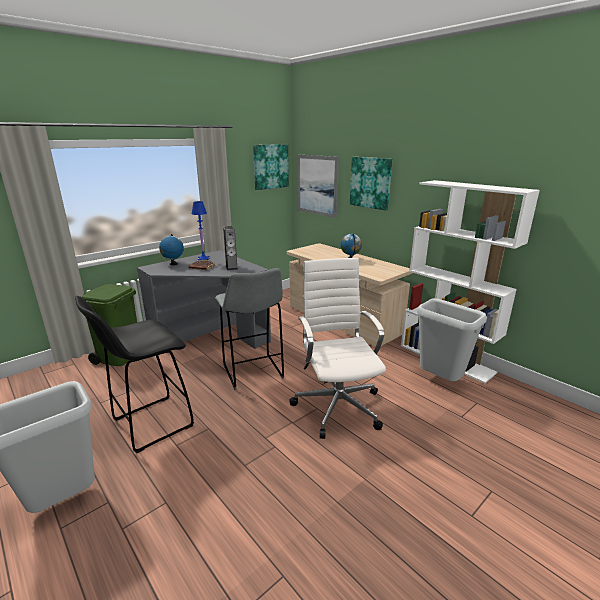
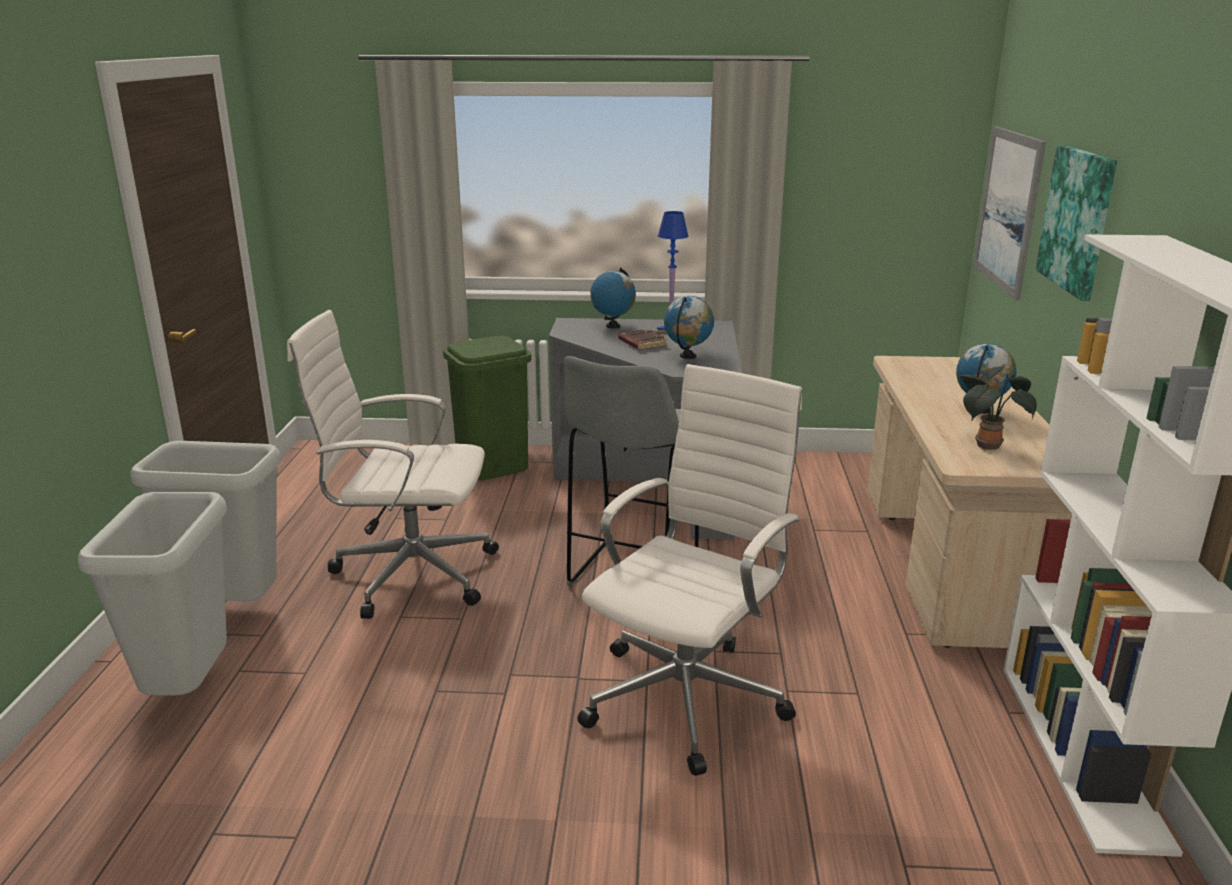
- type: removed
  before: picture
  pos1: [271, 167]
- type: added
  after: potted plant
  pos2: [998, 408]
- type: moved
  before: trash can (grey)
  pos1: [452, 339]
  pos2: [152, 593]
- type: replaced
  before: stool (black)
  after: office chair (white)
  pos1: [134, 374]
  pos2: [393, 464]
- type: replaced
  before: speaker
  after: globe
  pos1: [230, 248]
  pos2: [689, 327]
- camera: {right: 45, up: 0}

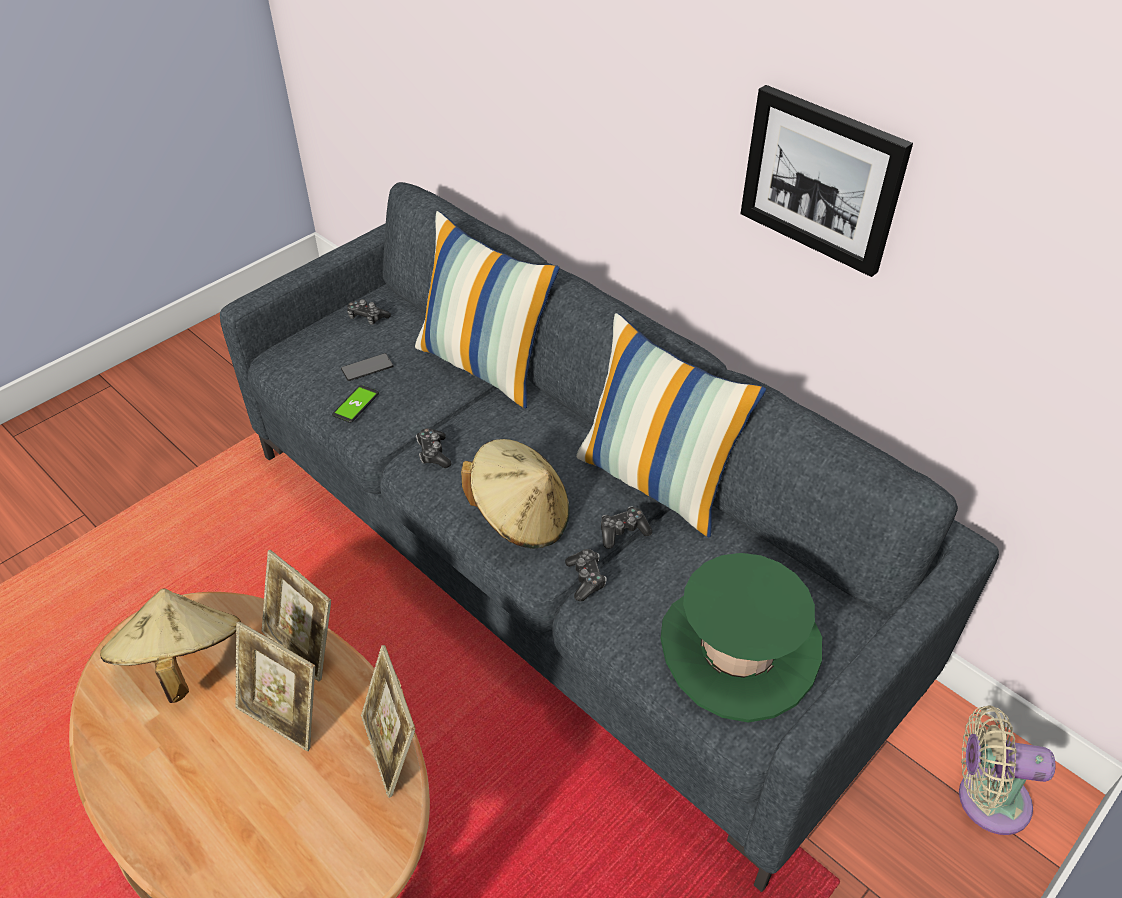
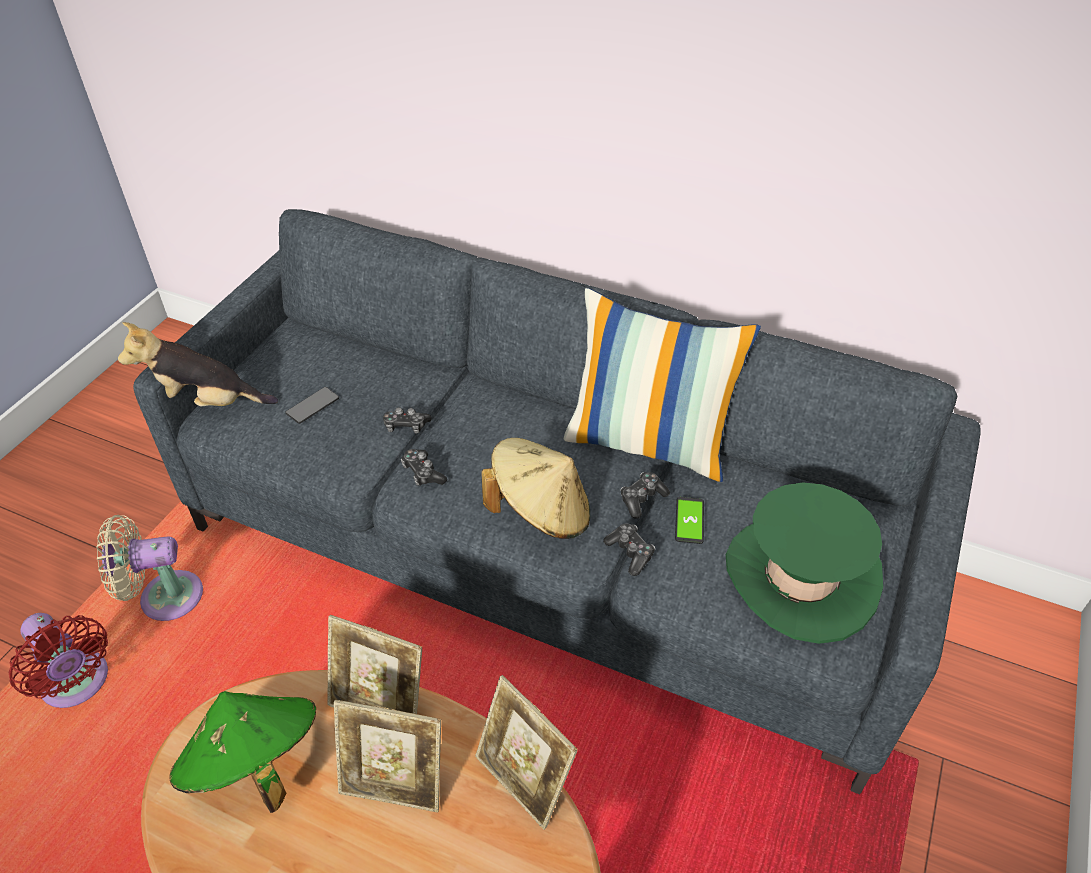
- type: removed
  before: pillow
  pos1: [487, 310]
- type: removed
  before: picture
  pos1: [826, 181]
- type: added
  after: fan (red)
  pos2: [58, 660]
- type: added
  after: plush toy
  pos2: [198, 364]
- type: moved
  before: phone
  pos1: [355, 404]
  pos2: [689, 520]
- type: moved
  before: game controller
  pos1: [369, 312]
  pos2: [407, 420]
- type: moved
  before: fan (beige)
  pos1: [1007, 770]
  pos2: [149, 568]
- type: recoloured
  before: hat (beige)
  after: hat (green)
  pos1: [170, 646]
  pos2: [242, 752]
- camera: {right: -20, up: 0}

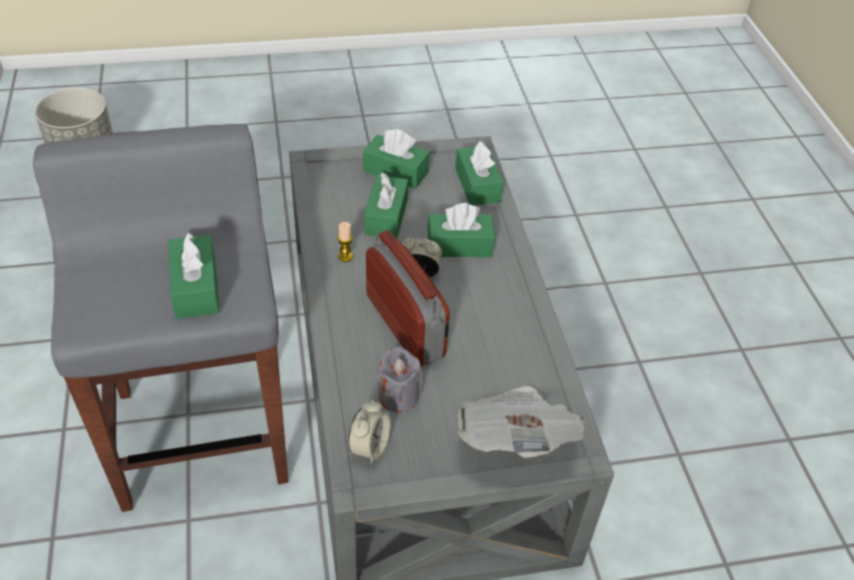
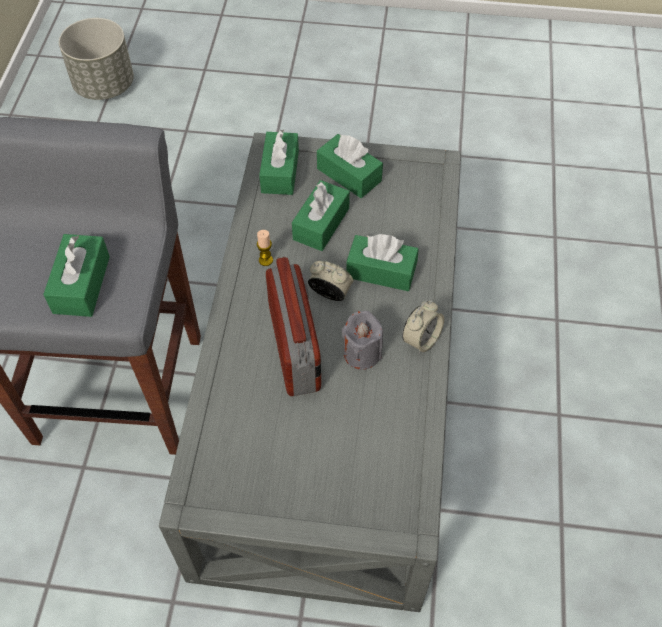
- type: removed
  before: newspaper
  pos1: [521, 422]
- type: moved
  before: alarm clock
  pos1: [369, 432]
  pos2: [423, 327]
- type: moved
  before: candle (grey)
  pos1: [399, 380]
  pos2: [362, 340]
- type: moved
  before: tissue box (green)
  pos1: [479, 173]
  pos2: [279, 162]
- camera: {right: 20, up: 10}

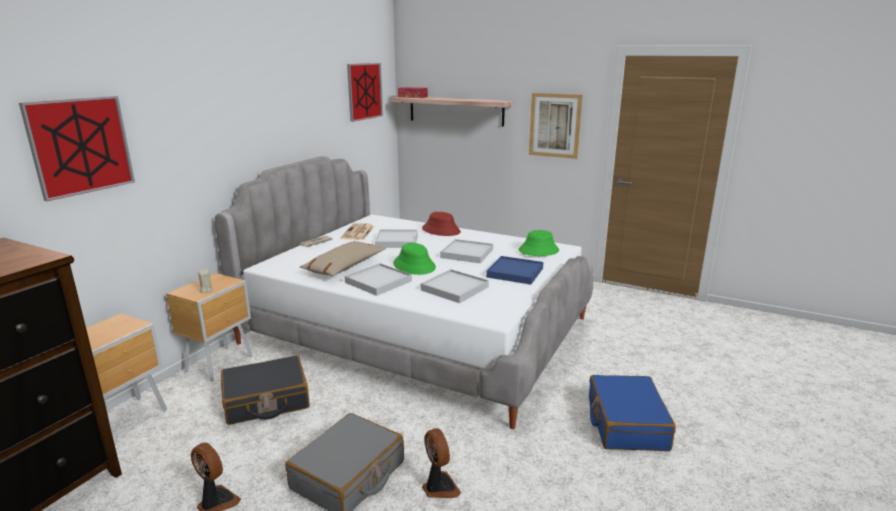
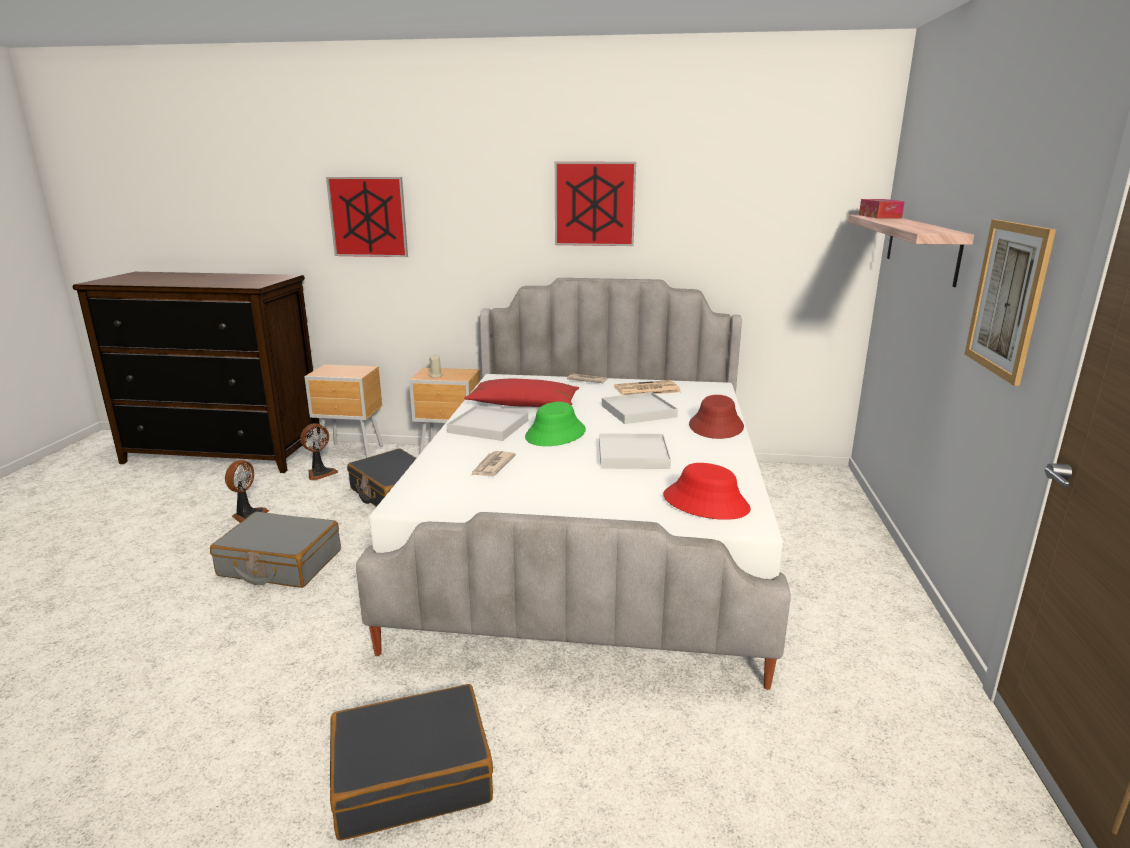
- type: removed
  before: tray (blue)
  pos1: [514, 270]
- type: moved
  before: picture
  pos1: [365, 92]
  pos2: [595, 204]
- type: moved
  before: fan
  pos1: [441, 463]
  pos2: [319, 452]
- type: replaced
  before: tray (white)
  after: newspaper
  pos1: [455, 286]
  pos2: [493, 463]
- type: recoloured
  before: pillow (beige)
  after: pillow (red)
  pos1: [343, 258]
  pos2: [521, 393]
- type: recoloured
  before: hat (green)
  after: hat (red)
  pos1: [538, 243]
  pos2: [707, 491]
- type: recoloured
  before: suitcase (blue)
  after: suitcase (black)
  pos1: [632, 413]
  pos2: [411, 762]
- camera: {right: 70, up: 0}

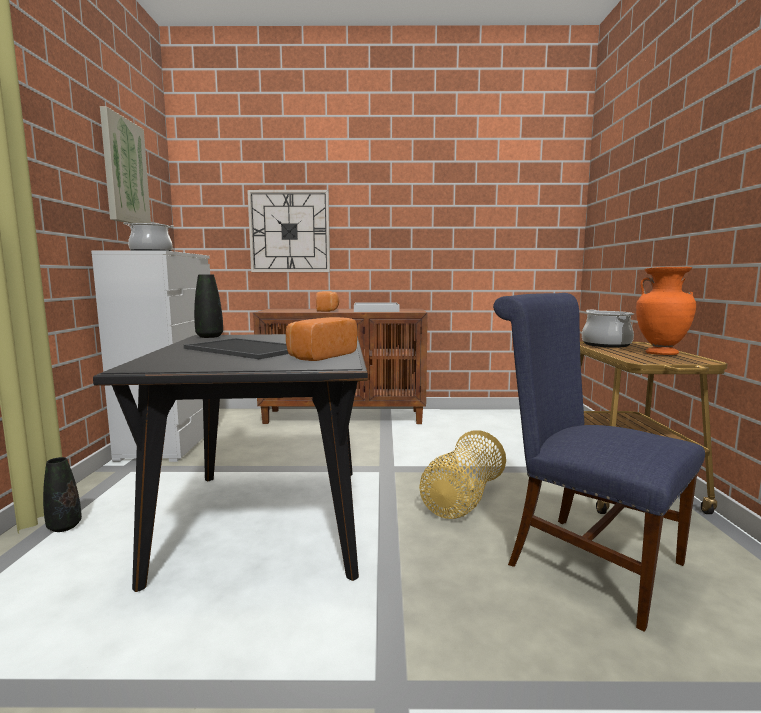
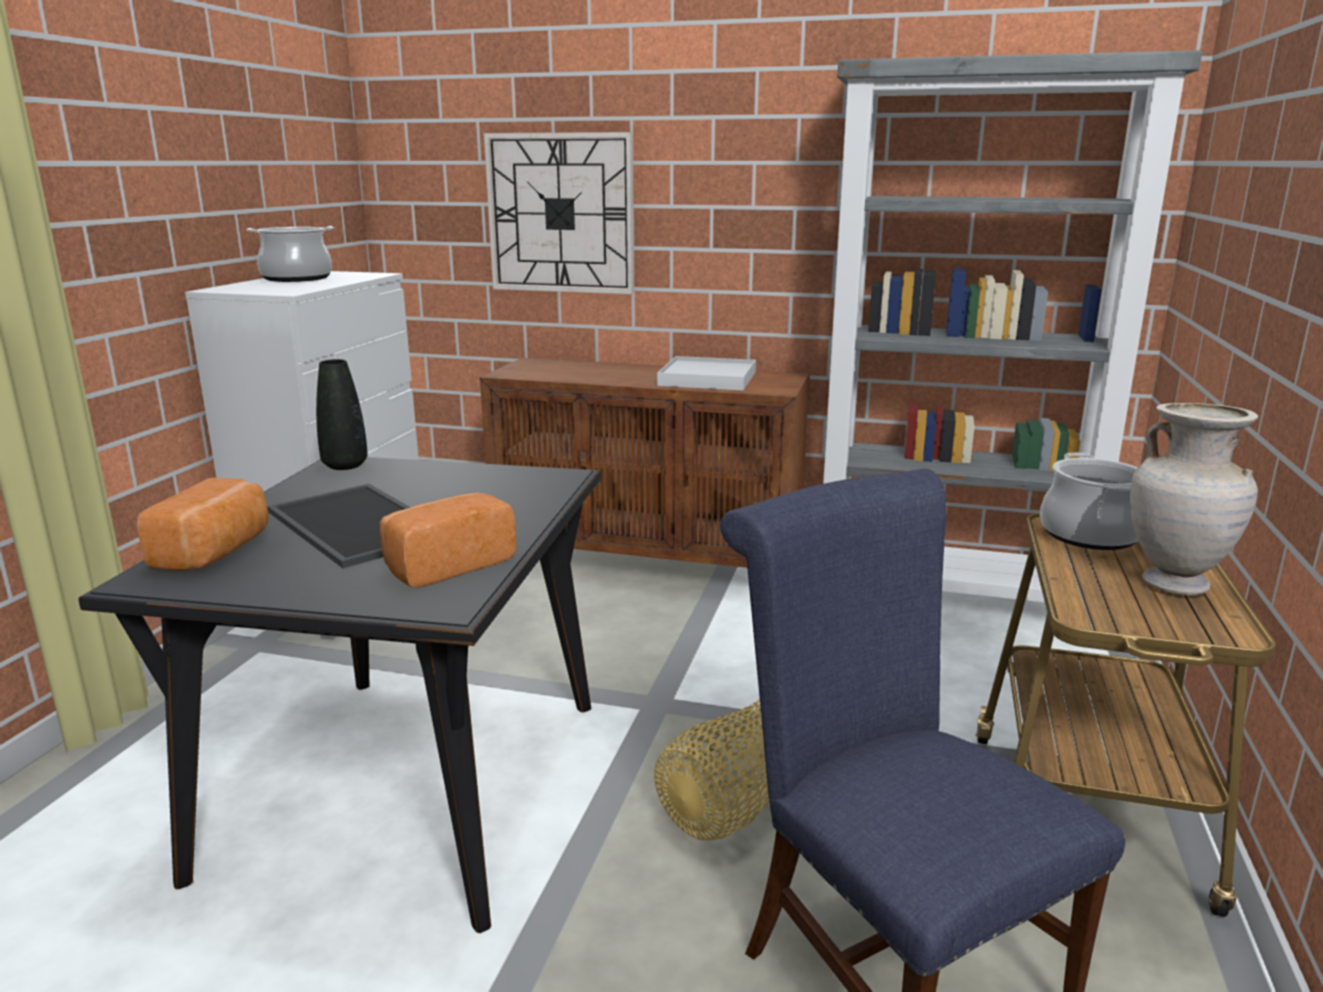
- type: removed
  before: vase (black)
  pos1: [62, 494]
- type: removed
  before: picture
  pos1: [125, 164]
- type: added
  after: bookcase (grey)
  pos2: [1013, 336]
- type: moved
  before: bread
  pos1: [327, 301]
  pos2: [202, 524]
- type: recoloured
  before: vase (orange)
  after: vase (beige)
  pos1: [666, 311]
  pos2: [1194, 499]
- camera: {right: 15, up: 10}

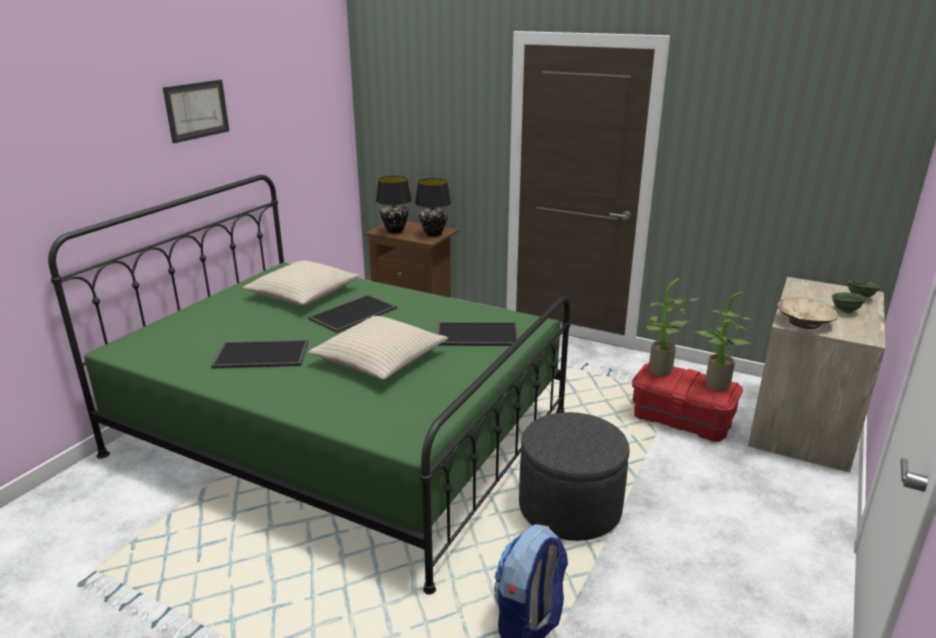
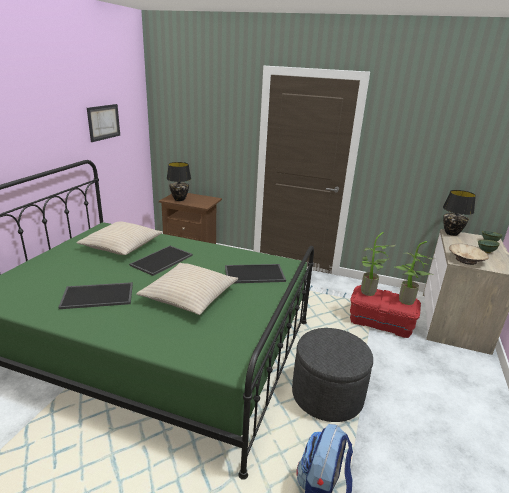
- type: moved
  before: picture
  pos1: [196, 111]
  pos2: [103, 123]
- type: moved
  before: table lamp (black)
  pos1: [433, 207]
  pos2: [459, 213]
- camera: {right: -10, up: 0}

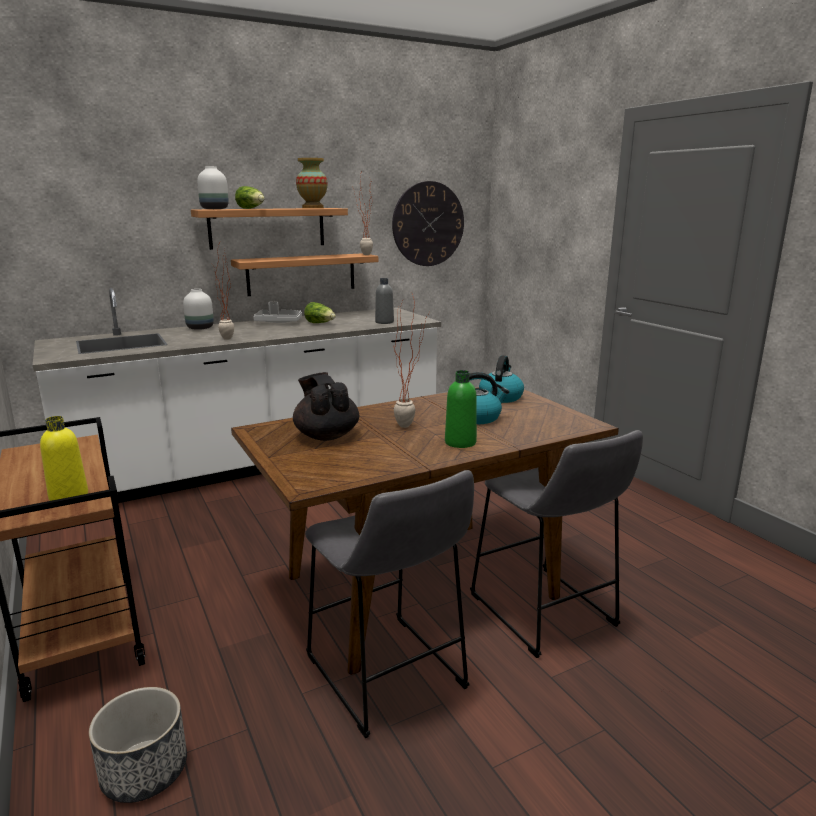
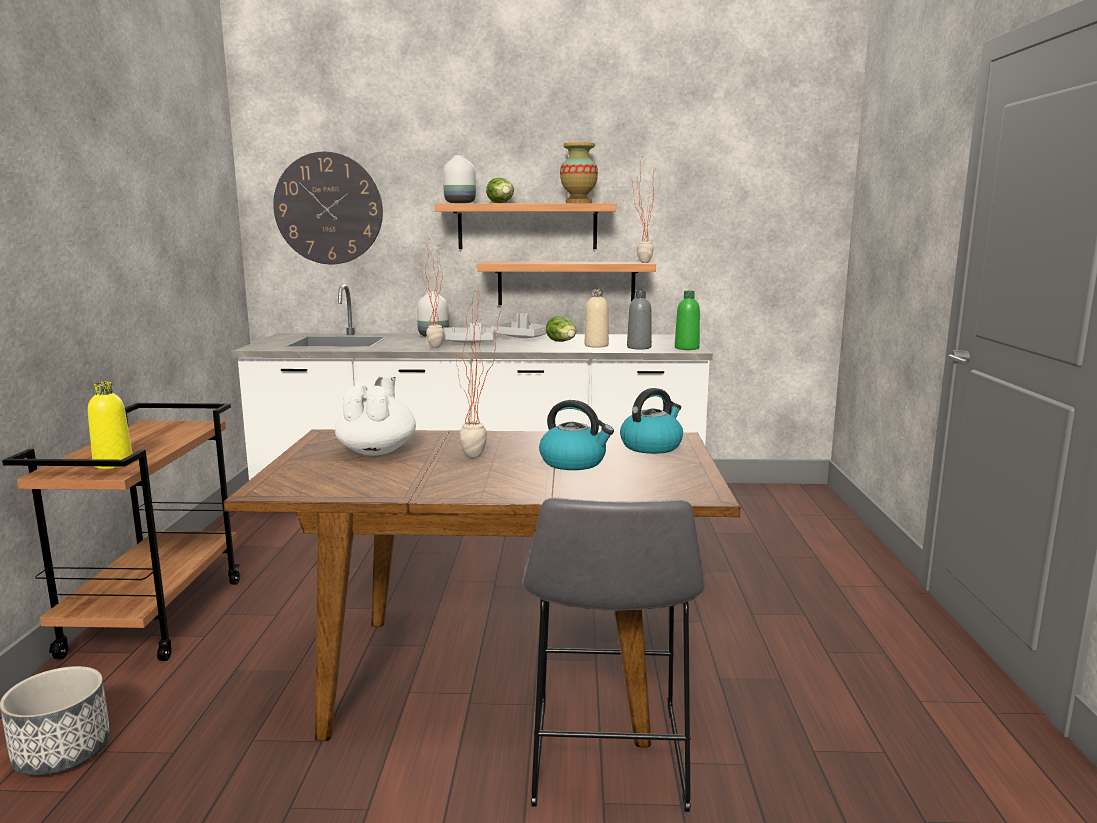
- type: removed
  before: stool (grey)
  pos1: [389, 604]
- type: added
  after: tray (grey)
  pos2: [469, 333]
- type: added
  after: bottle (beige)
  pos2: [597, 318]
- type: moved
  before: wall clock
  pos1: [428, 223]
  pos2: [328, 208]
- type: moved
  before: bottle (green)
  pos1: [461, 409]
  pos2: [687, 320]
- type: recoloured
  before: teapot (black)
  after: teapot (white)
  pos1: [326, 406]
  pos2: [375, 416]
- camera: {right: 30, up: -5}

